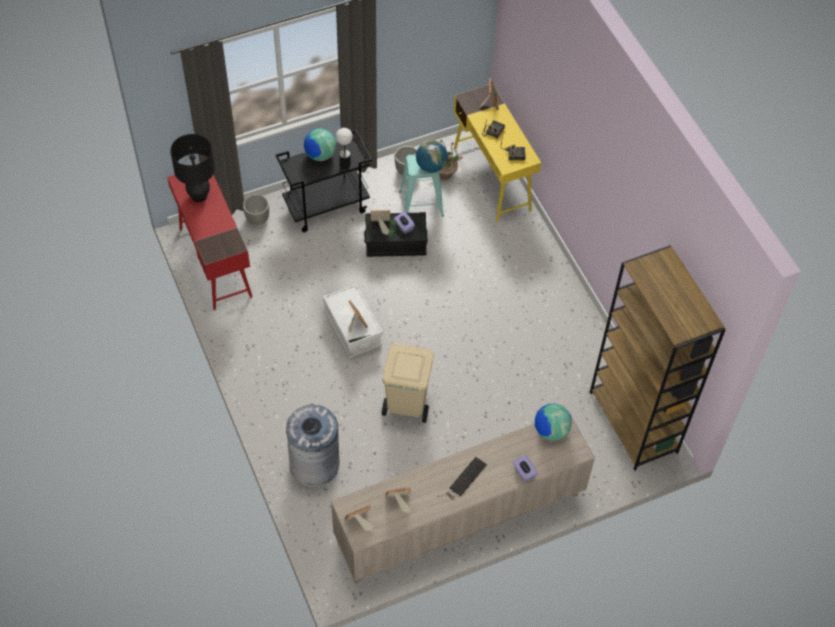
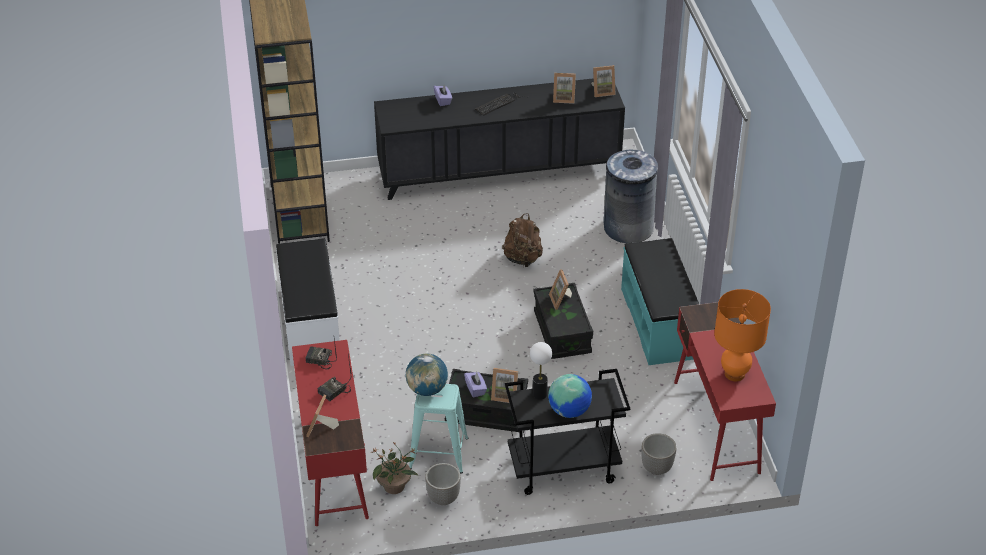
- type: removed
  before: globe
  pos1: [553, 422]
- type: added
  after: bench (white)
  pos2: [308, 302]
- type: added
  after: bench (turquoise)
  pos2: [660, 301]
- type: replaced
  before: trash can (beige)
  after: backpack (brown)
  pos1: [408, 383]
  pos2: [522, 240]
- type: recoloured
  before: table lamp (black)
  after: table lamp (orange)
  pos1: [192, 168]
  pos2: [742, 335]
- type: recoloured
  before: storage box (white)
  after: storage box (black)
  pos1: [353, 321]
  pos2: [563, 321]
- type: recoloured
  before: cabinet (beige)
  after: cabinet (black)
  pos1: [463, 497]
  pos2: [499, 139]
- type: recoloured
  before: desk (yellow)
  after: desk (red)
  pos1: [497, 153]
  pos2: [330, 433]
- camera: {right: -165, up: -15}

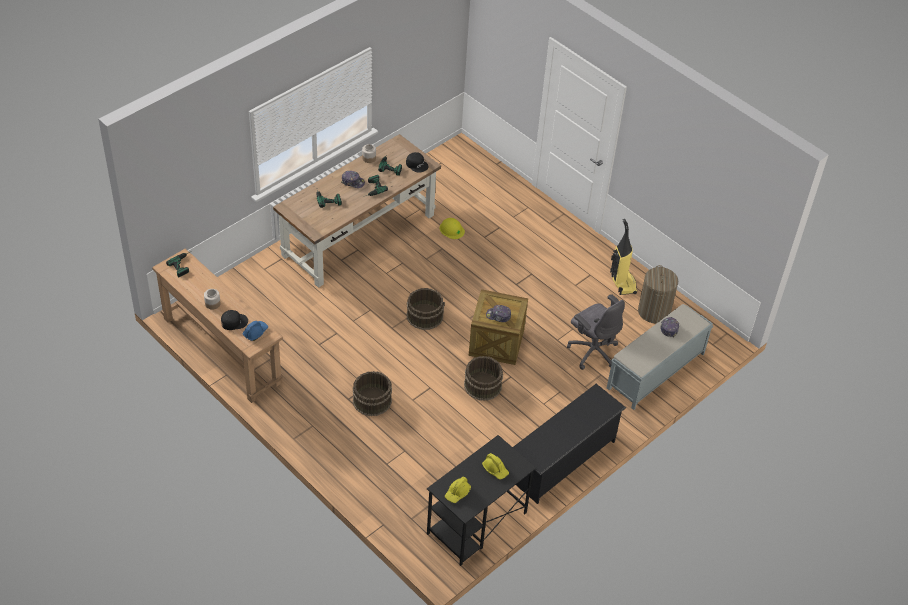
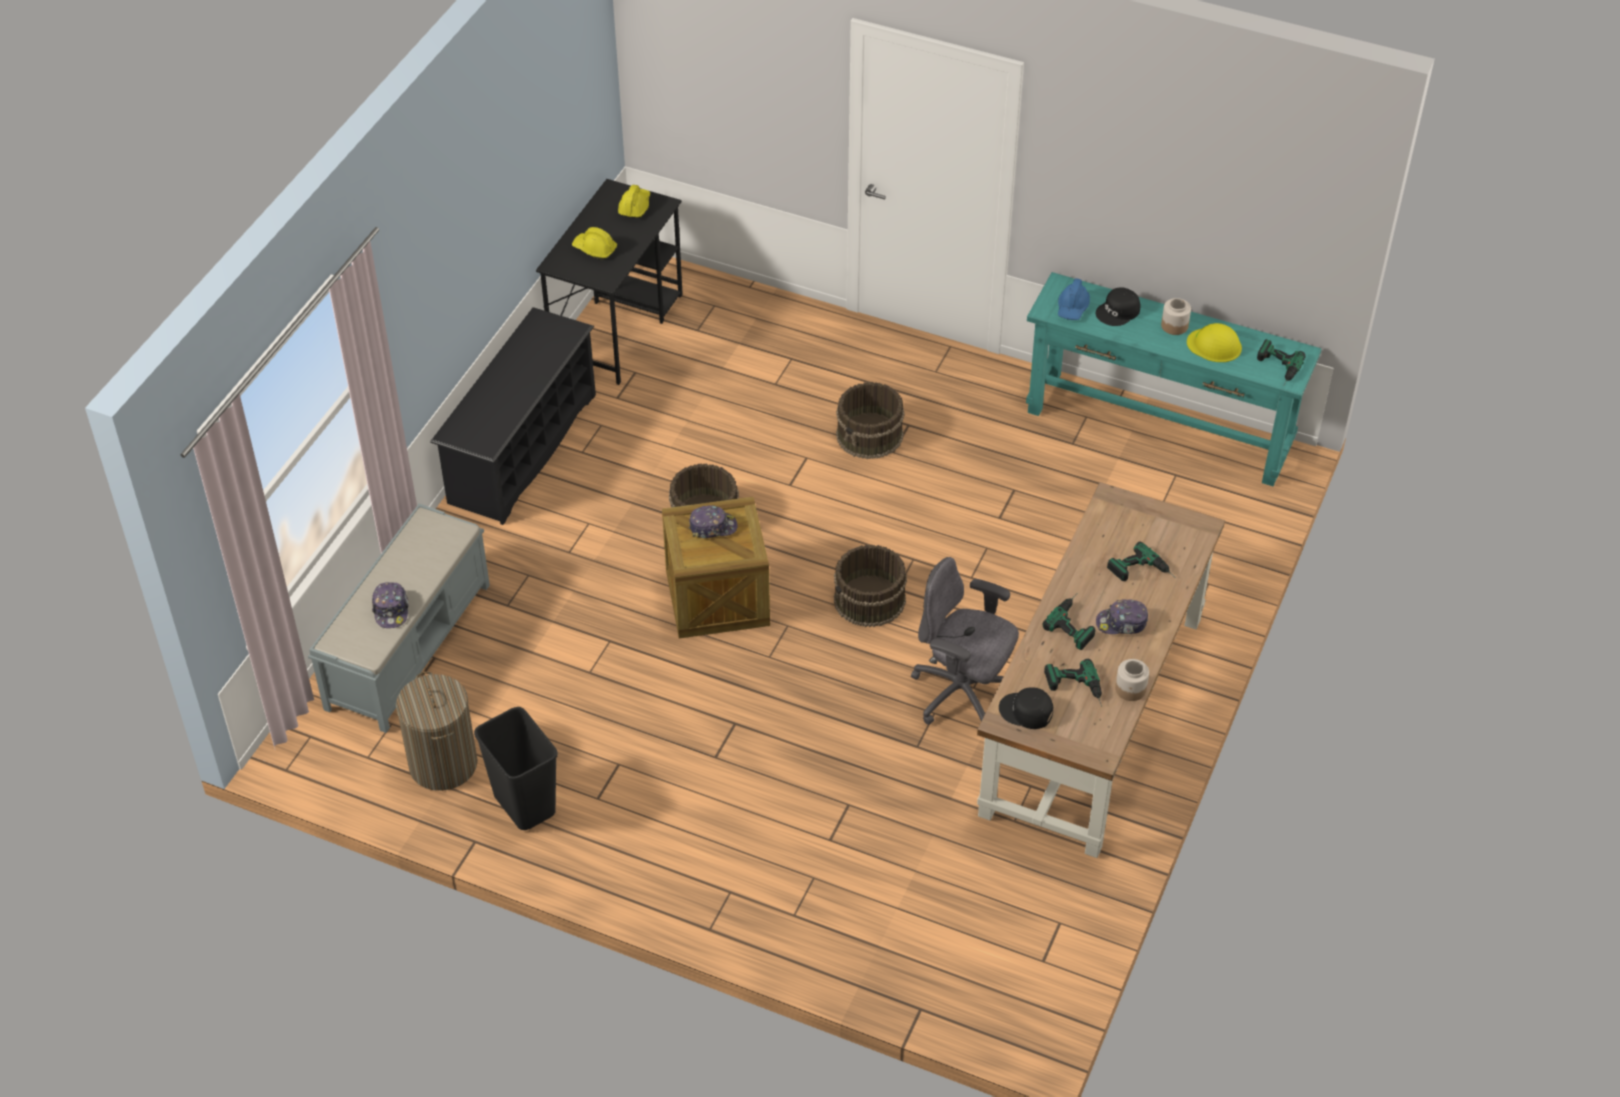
- type: moved
  before: hard hat (yellow)
  pos1: [452, 228]
  pos2: [1214, 342]
- type: moved
  before: office chair (grey)
  pos1: [596, 332]
  pos2: [965, 641]
- type: replaced
  before: vacuum cleaner
  after: trash can (black)
  pos1: [623, 257]
  pos2: [516, 768]
- type: recoloured
  before: console table (brown)
  after: console table (turquoise)
  pos1: [217, 325]
  pos2: [1174, 379]
- camera: {right: 160, up: 0}

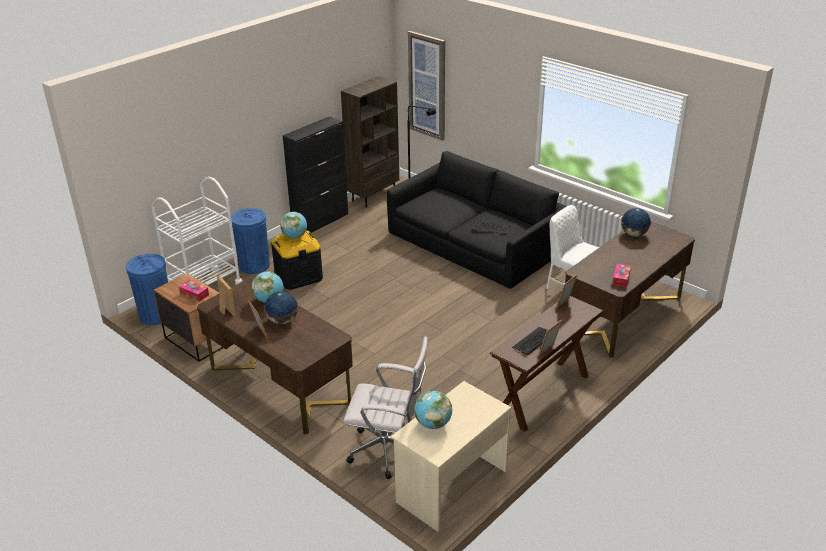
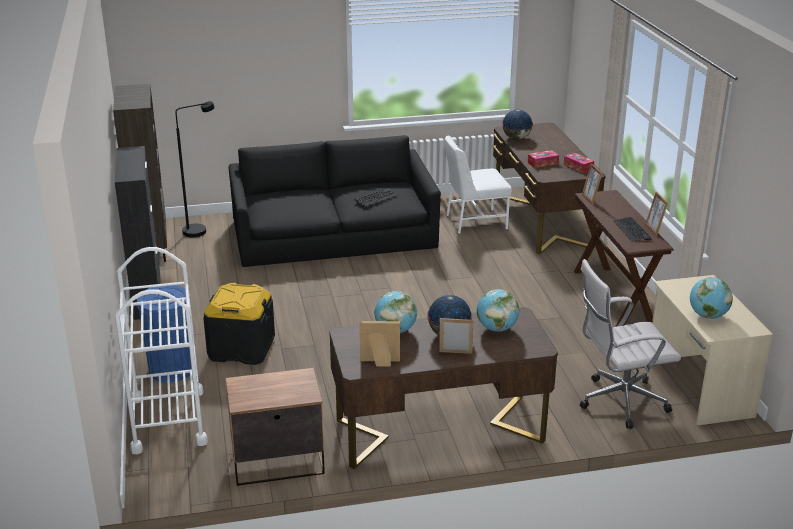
- type: removed
  before: trash can (blue)
  pos1: [147, 289]
- type: removed
  before: picture
  pos1: [426, 86]
- type: moved
  before: tissue box
  pos1: [194, 291]
  pos2: [543, 159]
- type: moved
  before: globe
  pos1: [293, 225]
  pos2: [498, 310]
- type: turned
  before: office chair (white)
  pos1: [385, 407]
  pos2: [630, 344]
  turn: -150
- camera: {right: -55, up: -5}

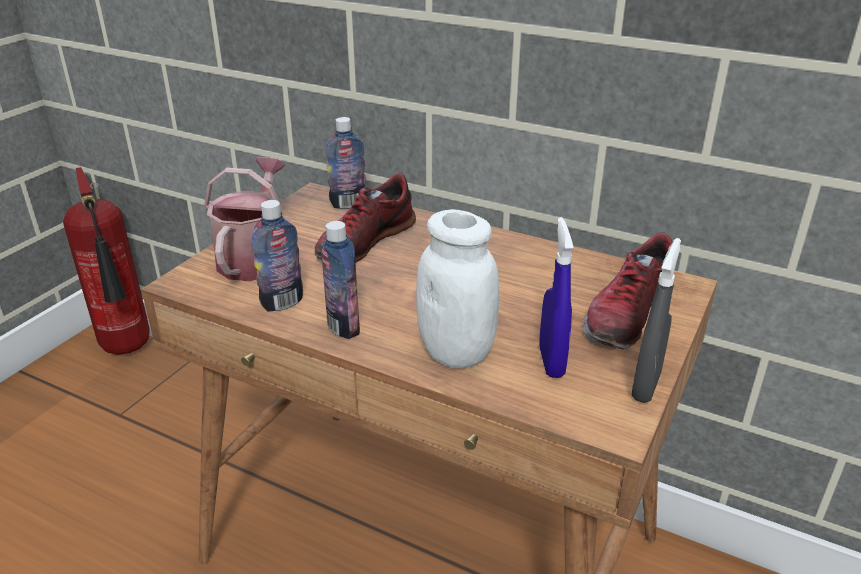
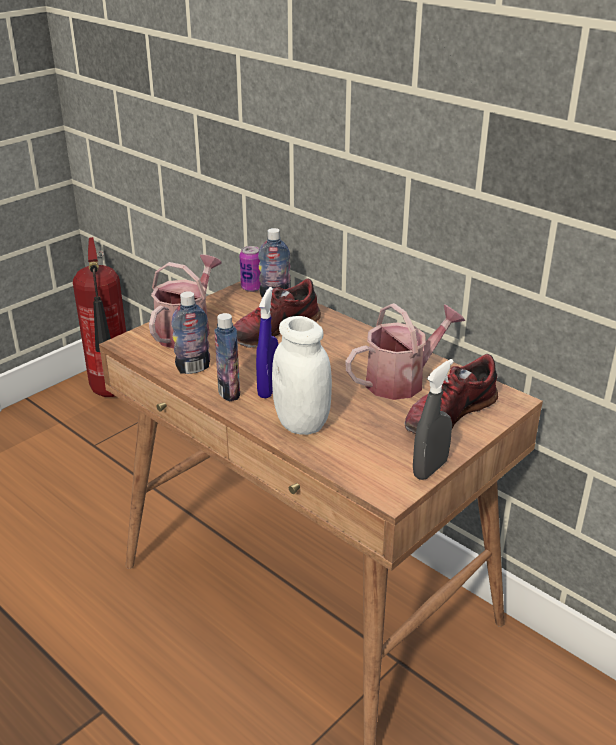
- type: added
  after: can
  pos2: [250, 269]
- type: added
  after: watering can
  pos2: [405, 351]
- type: moved
  before: spray bottle (blue)
  pos1: [556, 297]
  pos2: [267, 343]
- camera: {right: 15, up: 0}

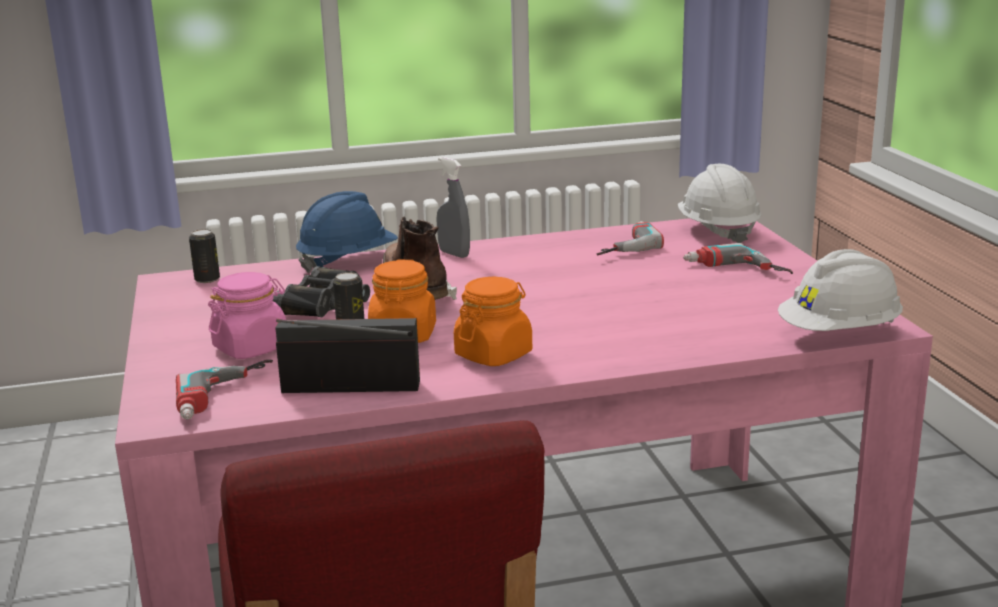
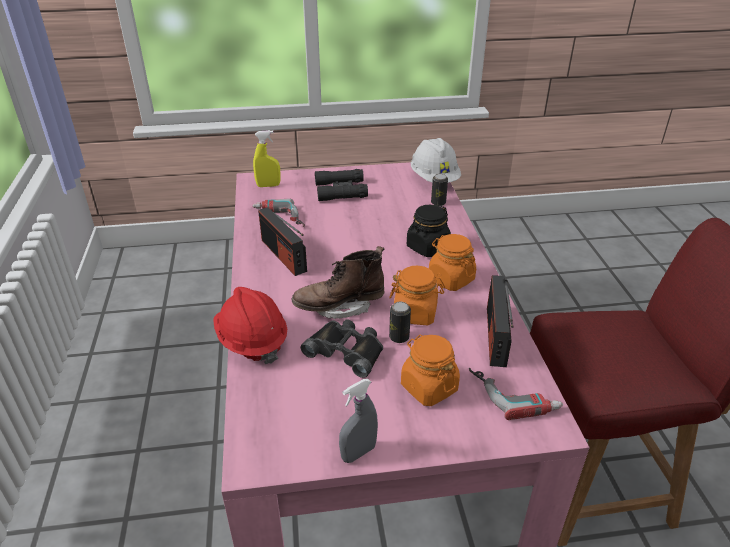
- type: added
  after: radio
  pos2: [282, 241]
- type: added
  after: jar (black)
  pos2: [429, 231]
- type: moved
  before: can
  pos1: [204, 256]
  pos2: [439, 190]
- type: moved
  before: spray bottle (grey)
  pos1: [453, 207]
  pos2: [358, 421]
- type: replaced
  before: hard hat (white)
  after: spray bottle (yellow)
  pos1: [720, 203]
  pos2: [267, 158]
- type: replaced
  before: power drill
  after: binoculars (black)
  pos1: [738, 258]
  pos2: [341, 185]
- type: recoloured
  before: jar (pink)
  after: jar (orange)
  pos1: [247, 315]
  pos2: [430, 370]
- type: recoloured
  before: hard hat (blue)
  after: hard hat (red)
  pos1: [347, 232]
  pos2: [250, 325]
- camera: {right: -85, up: 15}

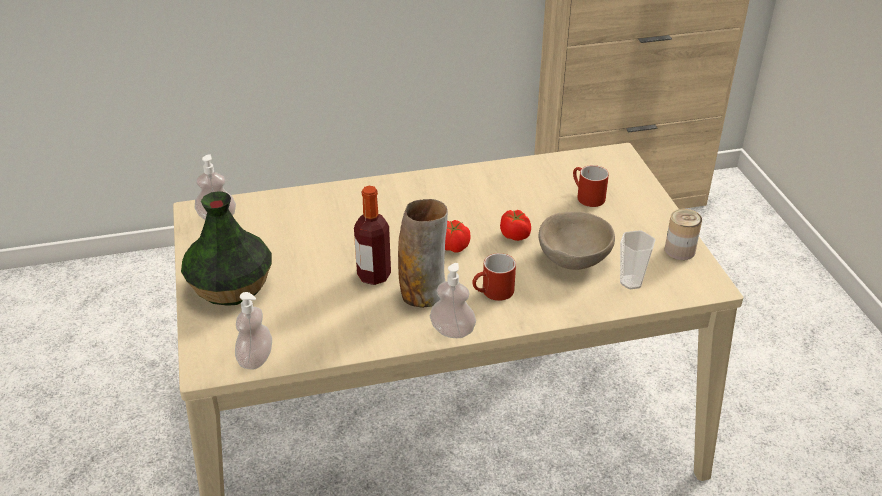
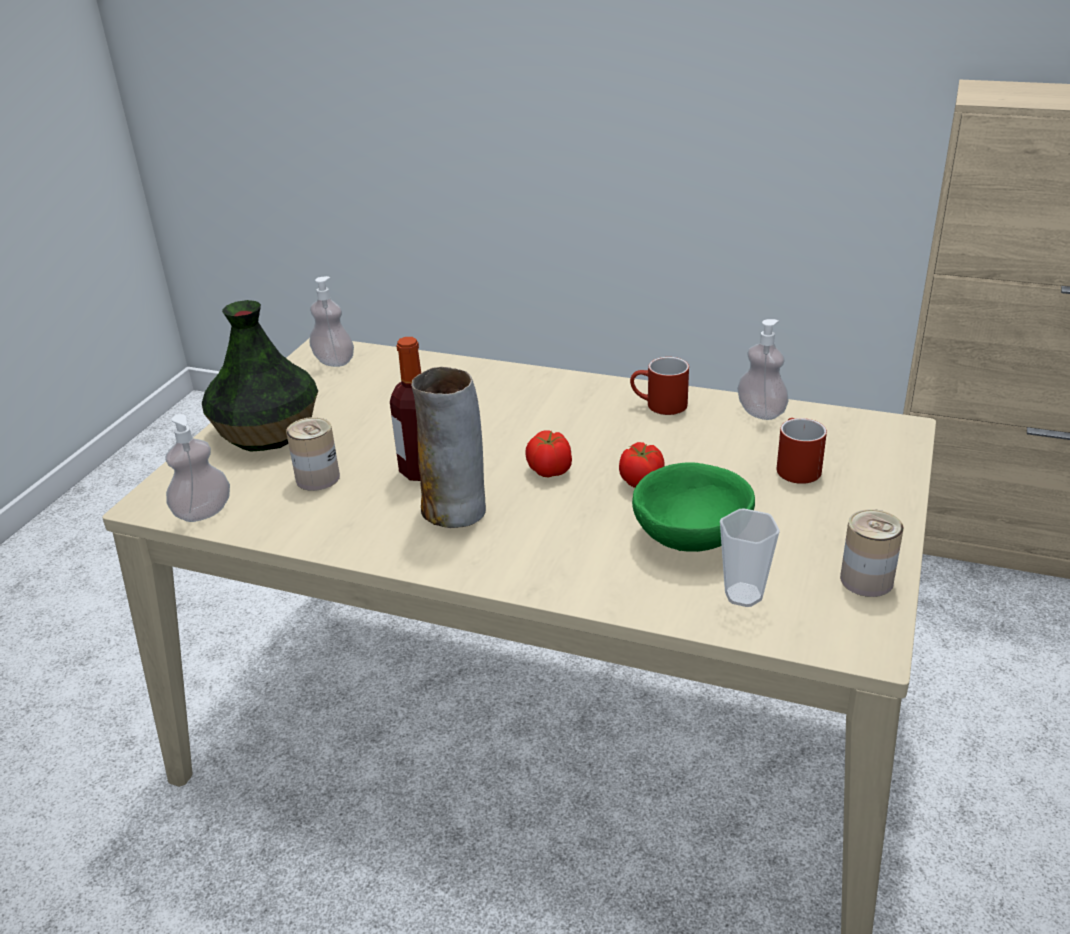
- type: added
  after: can
  pos2: [313, 454]
- type: moved
  before: soap dispenser
  pos1: [453, 300]
  pos2: [763, 369]
- type: moved
  before: mug (red)
  pos1: [494, 277]
  pos2: [659, 386]
- type: recoloured
  before: bowl (beige)
  after: bowl (green)
  pos1: [577, 240]
  pos2: [693, 507]
- camera: {right: 35, up: -5}

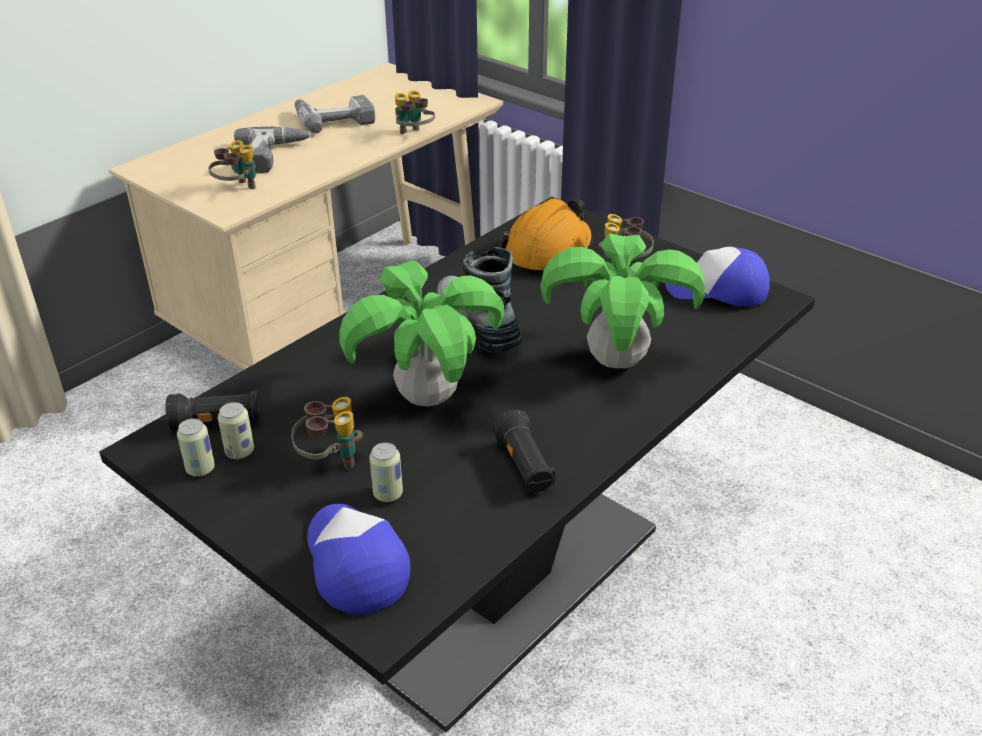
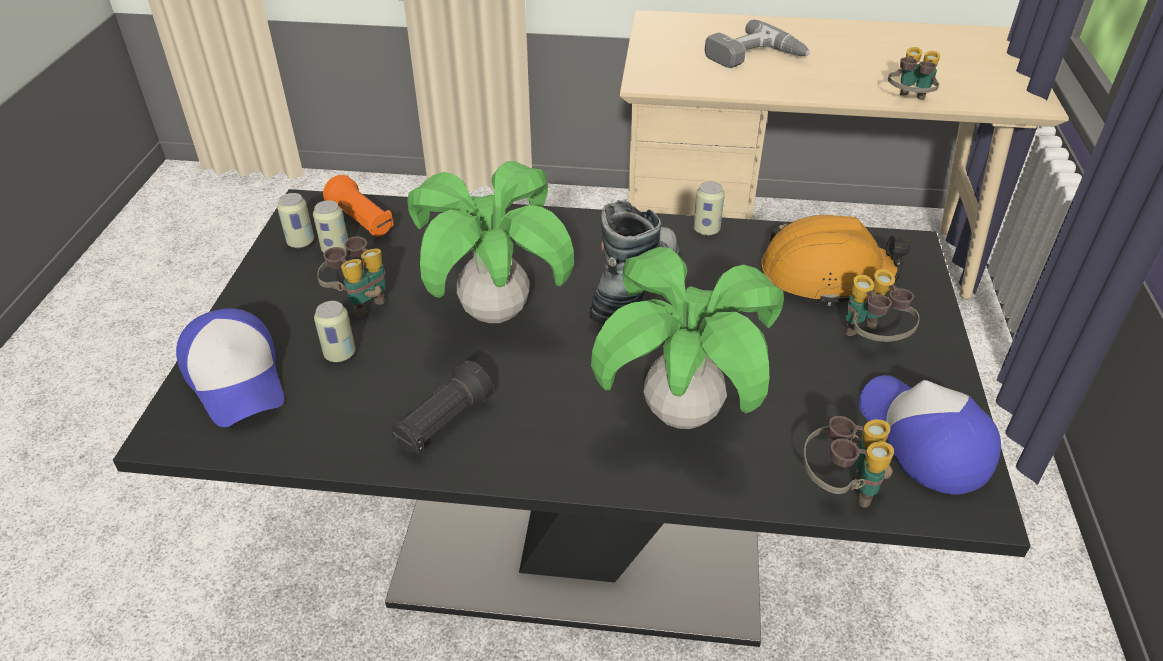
- type: removed
  before: power drill
  pos1: [335, 114]
- type: added
  after: can
  pos2: [709, 208]
- type: moved
  before: binoculars
  pos1: [232, 164]
  pos2: [848, 461]
- type: recoloured
  before: flashlight (black)
  after: flashlight (orange)
  pos1: [212, 411]
  pos2: [358, 206]
- type: turned
  before: cap
  pos1: [358, 559]
  pos2: [230, 367]
  turn: 120
- camera: {right: 55, up: 5}

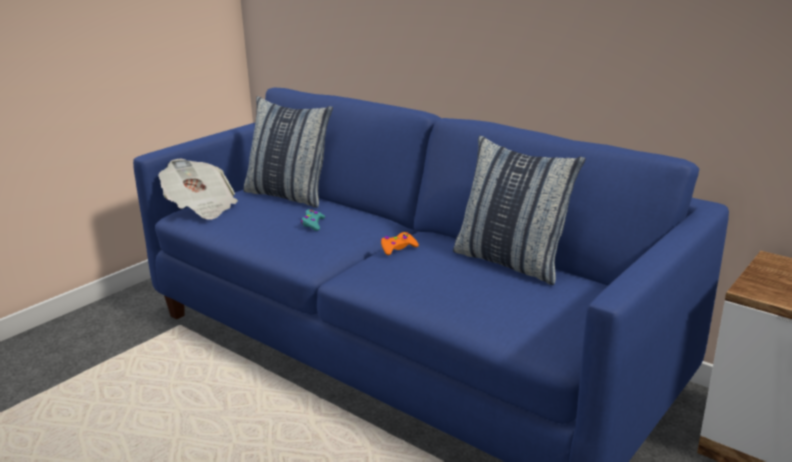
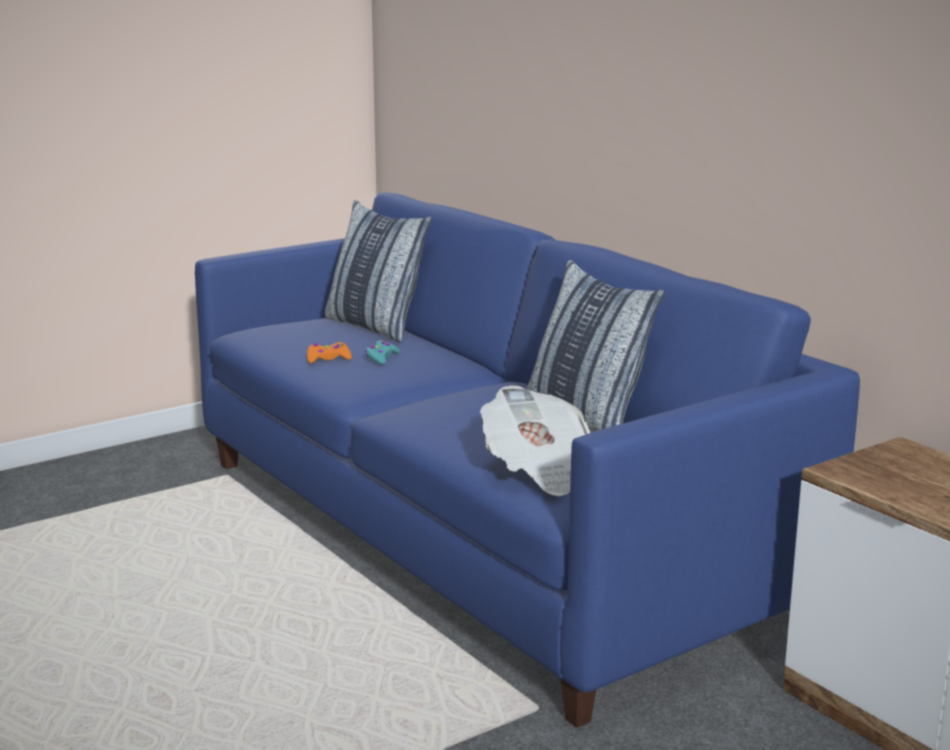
- type: moved
  before: newspaper
  pos1: [198, 189]
  pos2: [535, 440]
- type: moved
  before: game controller (orange)
  pos1: [400, 243]
  pos2: [329, 352]
- camera: {right: 15, up: -5}

